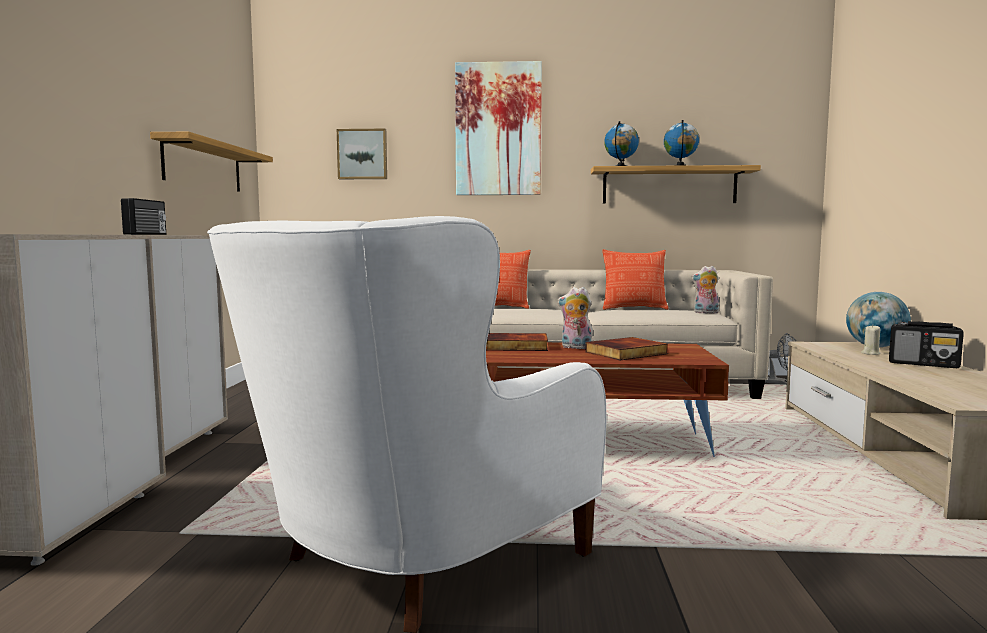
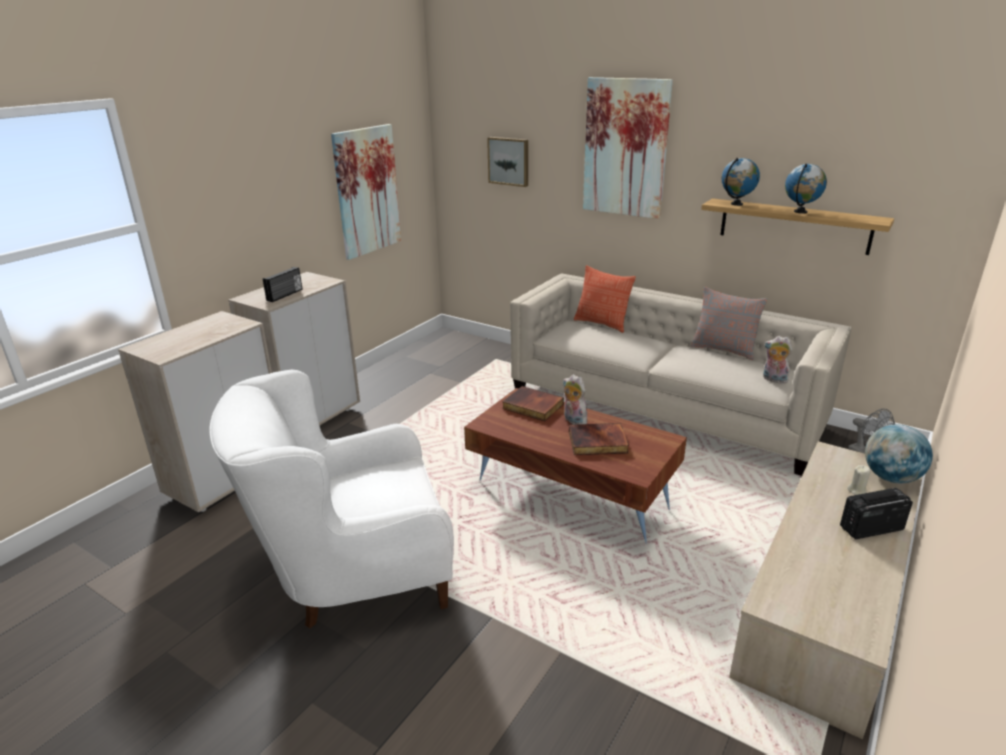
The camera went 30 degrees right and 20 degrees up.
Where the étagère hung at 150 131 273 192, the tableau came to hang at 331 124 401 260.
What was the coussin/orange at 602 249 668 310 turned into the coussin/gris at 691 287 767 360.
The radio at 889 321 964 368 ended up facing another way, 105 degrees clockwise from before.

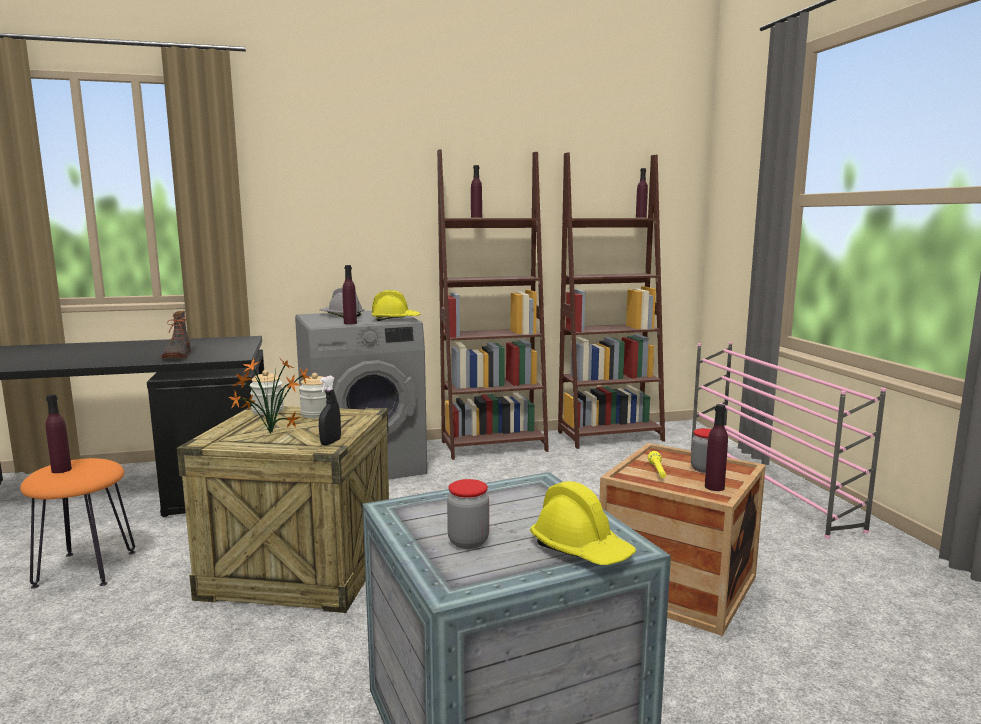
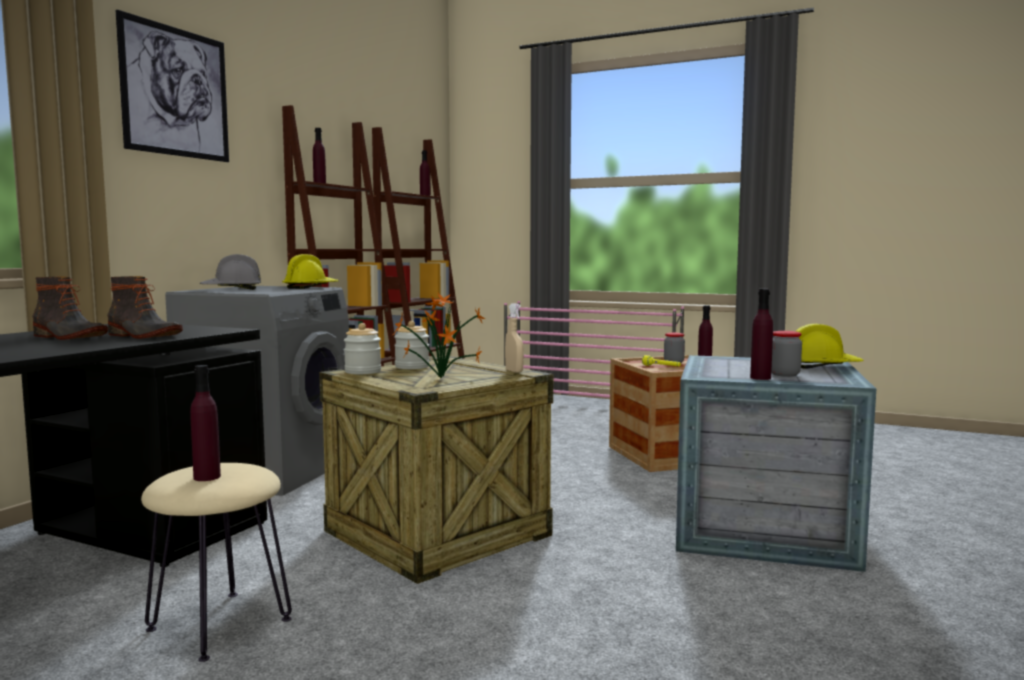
The camera went 50 degrees left and 5 degrees down.
The bouteille/violet ended up elsewhere, having gone from 342 265 357 325 to 750 289 773 380.
What was the vaporisateur/noir at 319 376 341 445 turned into the vaporisateur/beige at 505 303 524 373.
What was the tabouret/orange at 20 458 136 589 turned into the tabouret/beige at 141 463 292 662.
The second view gained the tableau at 116 10 229 162.
The second view gained the botte at 32 276 108 340.

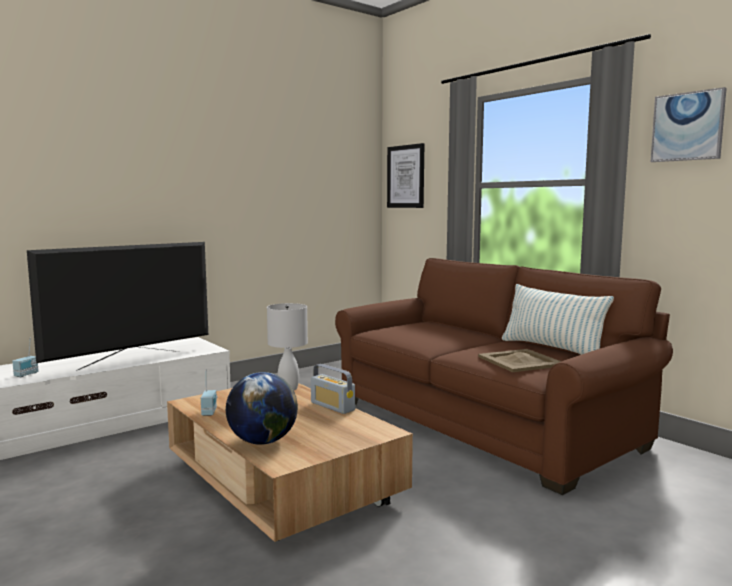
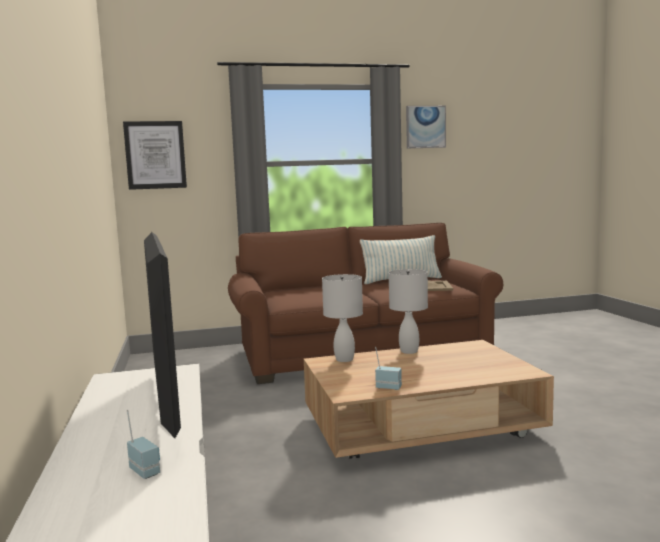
The camera went 65 degrees left and 0 degrees up.
Where the radio stood at 311 364 355 414, the lampe de table/blanc came to stand at 389 269 428 354.
The second view lost the globe at 226 372 298 445.

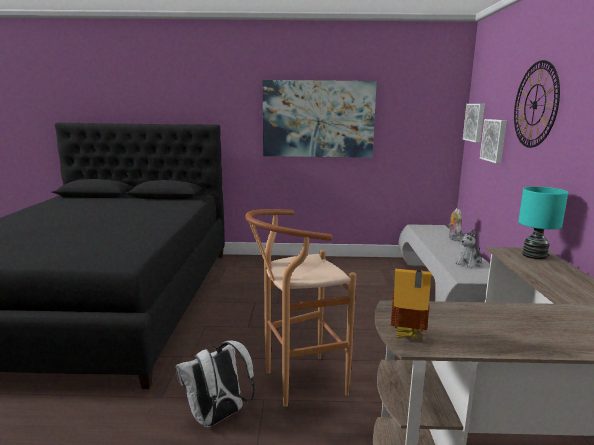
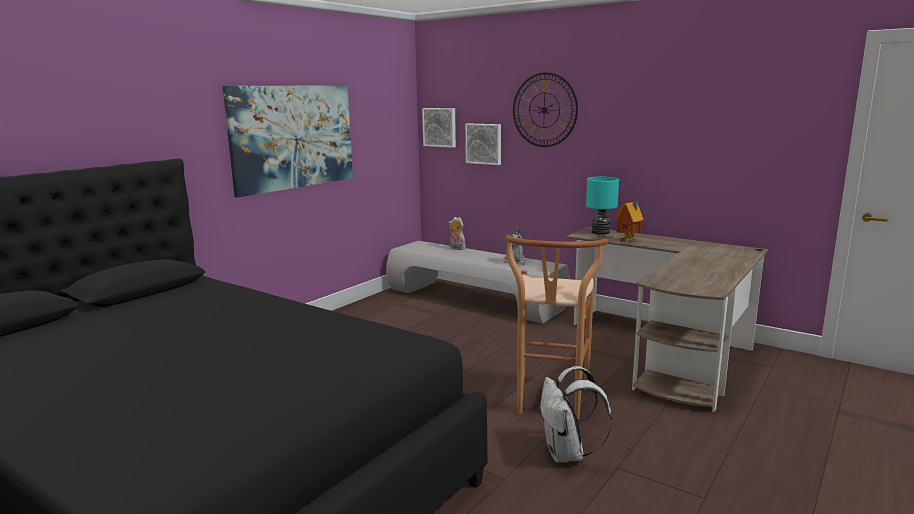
The camera went 55 degrees left and 0 degrees up.
The maison miniature ended up elsewhere, having gone from 391 268 431 341 to 615 201 644 242.

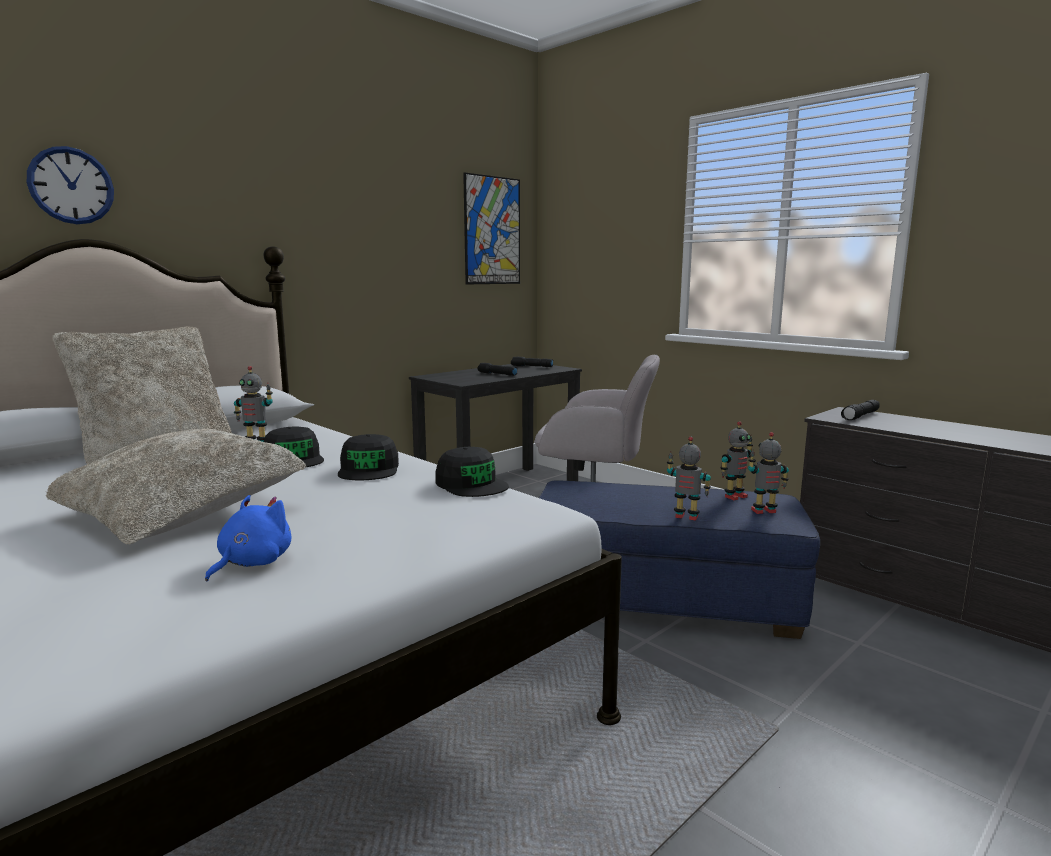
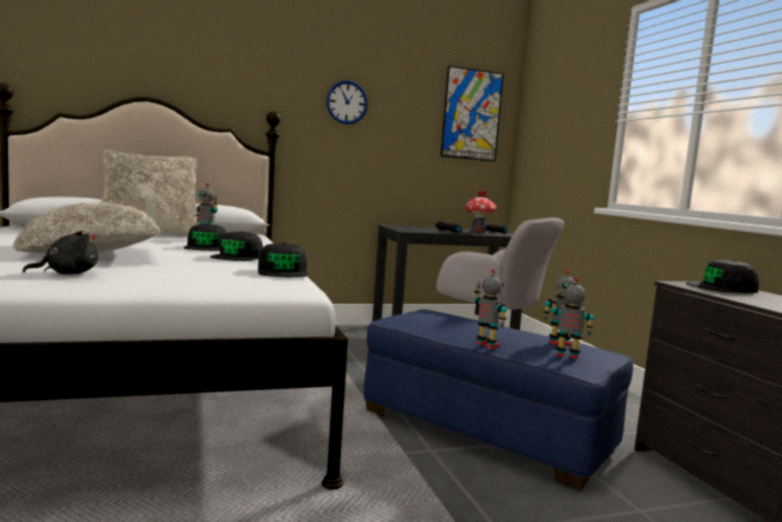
The camera went 25 degrees right and 5 degrees down.
The horloge murale ended up elsewhere, having gone from 27 146 114 224 to 326 80 368 124.
Where the lampe de poche/noir stood at 841 400 880 420, the casquette/noir came to stand at 686 260 759 293.
What was the peluche/bleu at 205 495 291 581 turned into the peluche/noir at 23 231 98 275.
The second view gained the maison miniature at 465 191 496 234.

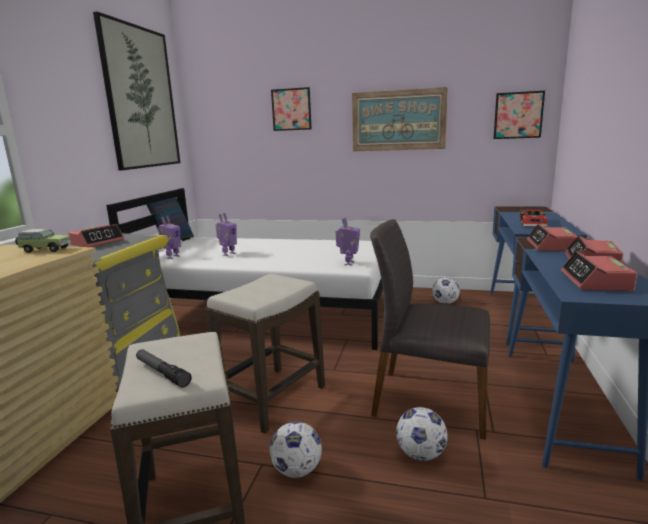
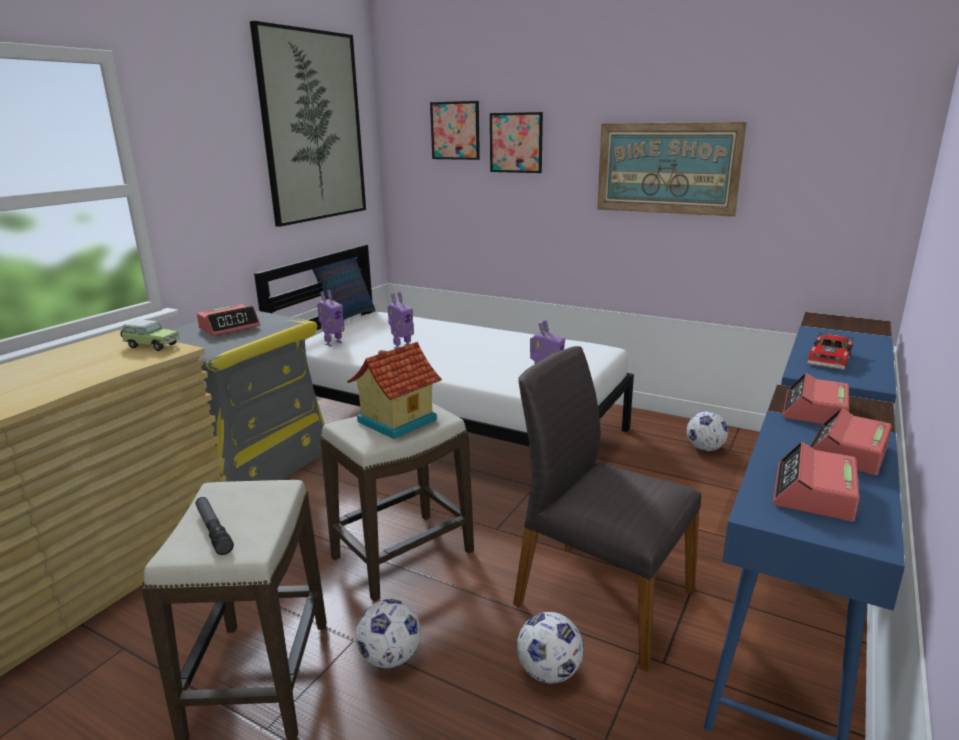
The camera went 15 degrees right and 5 degrees up.
The tableau ended up elsewhere, having gone from 494 91 545 139 to 430 101 480 160.
The second view gained the maison miniature at 347 342 442 439.

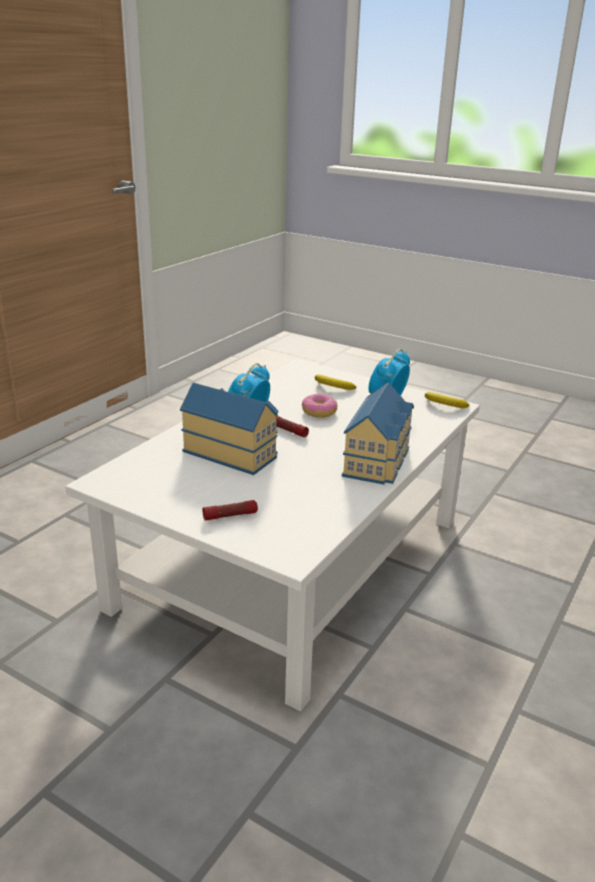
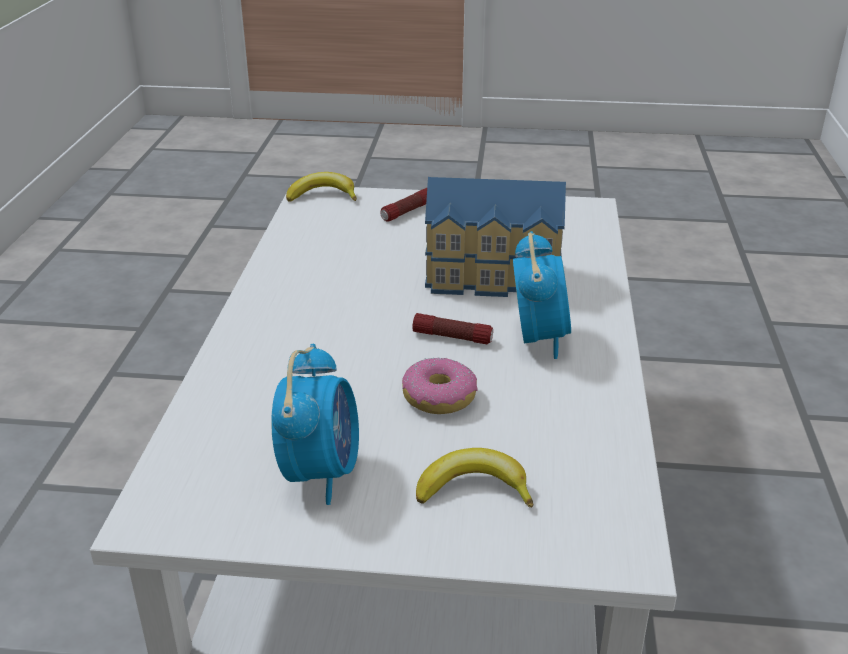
The camera went 155 degrees right and 5 degrees up.
The second view lost the maison miniature at 342 382 414 485.
The banane ended up elsewhere, having gone from 425 392 469 408 to 286 172 357 202.

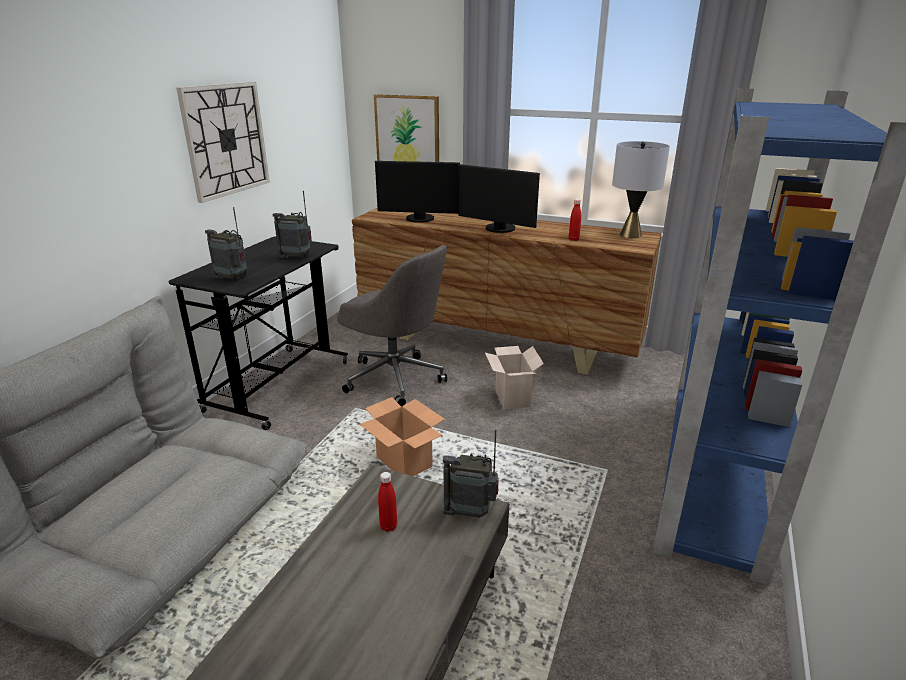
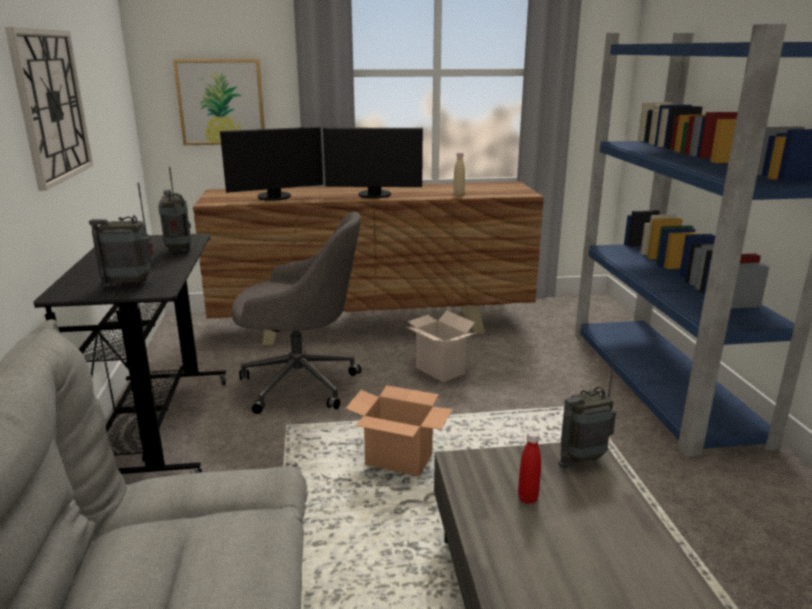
The camera went 30 degrees left and 5 degrees down.
The second view lost the lampe de table/gris at 612 141 670 238.
The radio at 273 191 312 259 ended up facing another way, 90 degrees clockwise from before.
What was the bouteille/rouge at 569 199 581 241 turned into the bouteille/beige at 453 152 465 196.

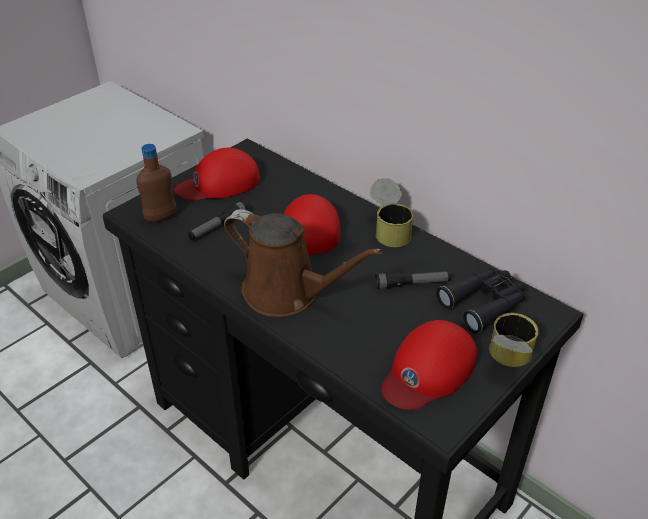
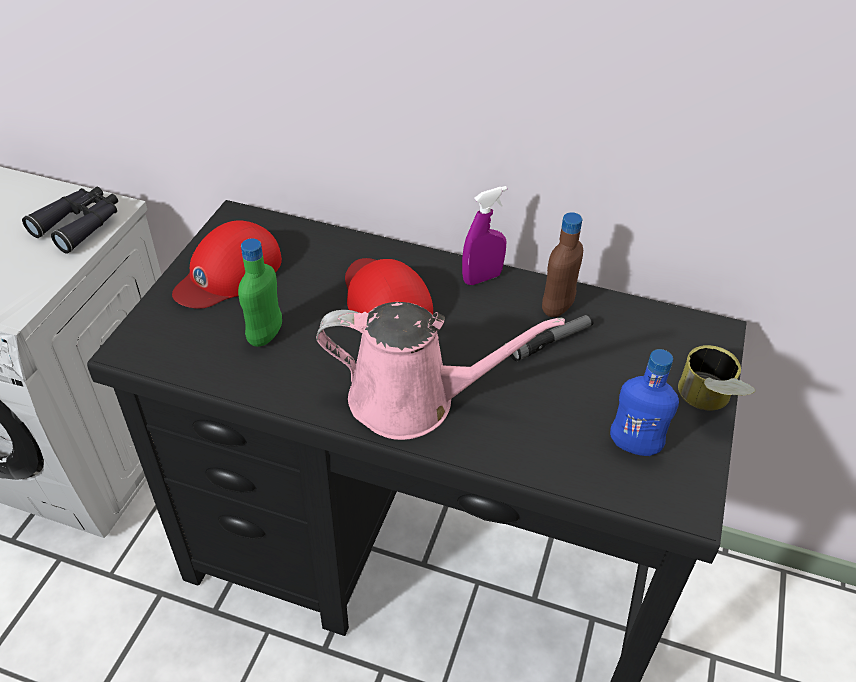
The camera went 25 degrees left and 5 degrees up.
The bouteille/marron ended up elsewhere, having gone from 136 144 177 223 to 542 212 583 317.
Where the boîte métallique stood at 370 179 414 247, the vaporisateur/violet came to stand at 462 186 507 285.
Where the lampe de poche stood at 188 201 248 240, the bouteille/vert came to stand at 238 238 282 347.
What was the arrosoir/marron at 224 209 383 317 turned into the arrosoir/rose at 316 302 565 440.
The jumelles/noir ended up elsewhere, having gone from 436 268 525 333 to 22 187 118 254.
Where the casquette/rouge stood at 381 320 477 410, the bouteille/bleu came to stand at 610 349 679 456.

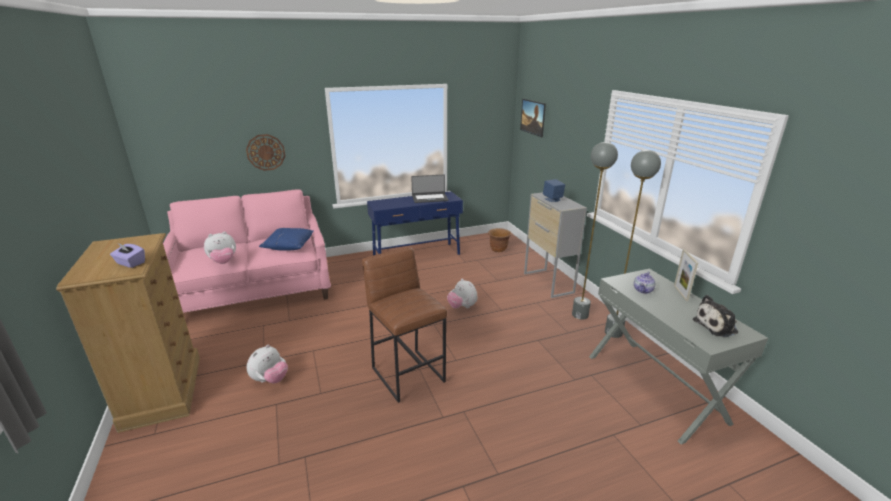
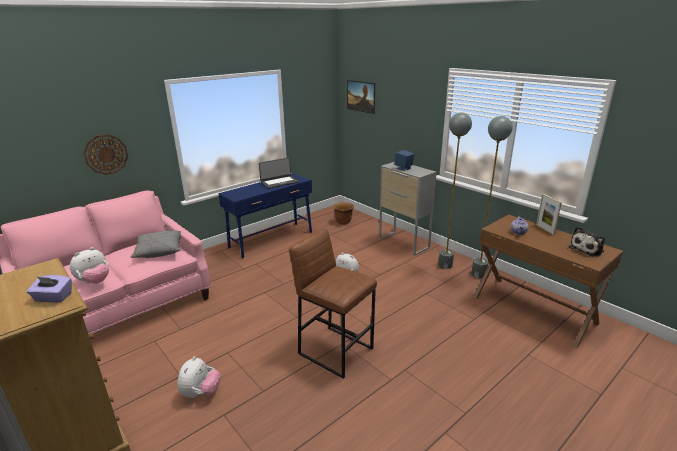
The camera went 20 degrees left and 0 degrees up.
What was the coussin/bleu at 259 228 313 251 turned into the coussin/gris at 131 230 181 258.
What was the table console/gris at 589 269 768 444 turned into the table console/marron at 473 215 623 348.

